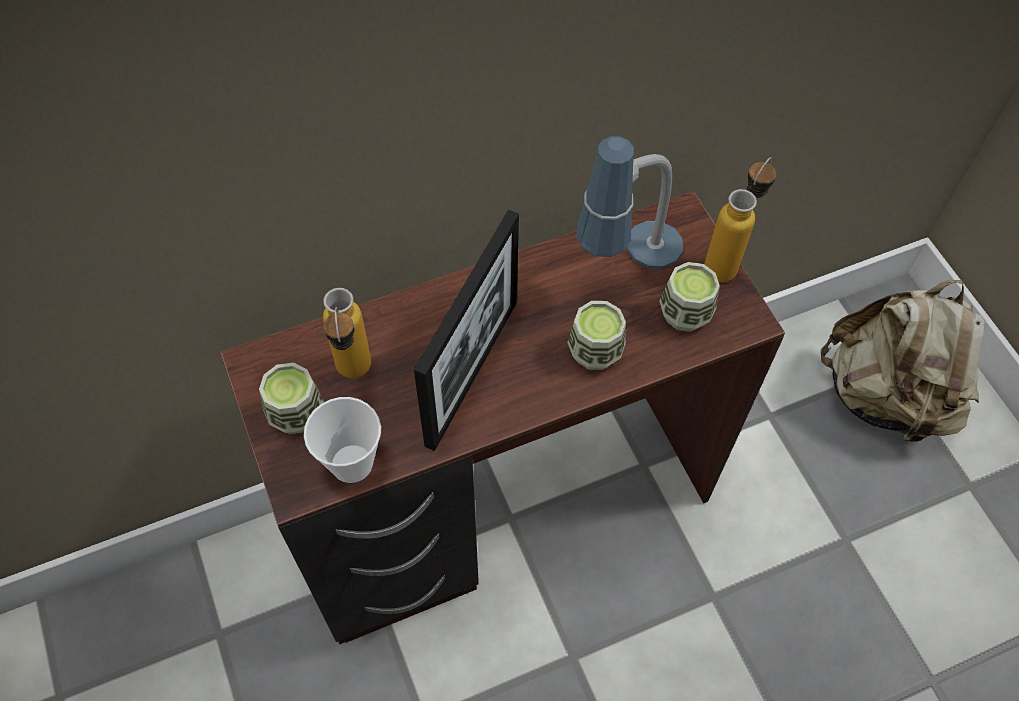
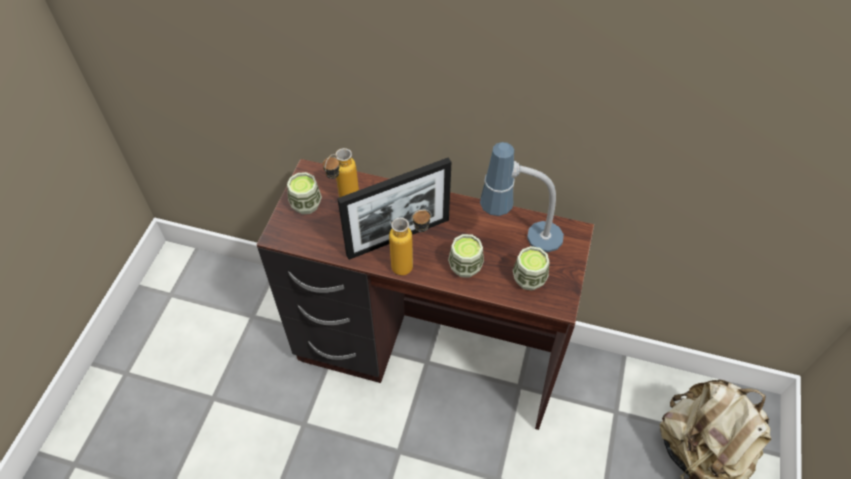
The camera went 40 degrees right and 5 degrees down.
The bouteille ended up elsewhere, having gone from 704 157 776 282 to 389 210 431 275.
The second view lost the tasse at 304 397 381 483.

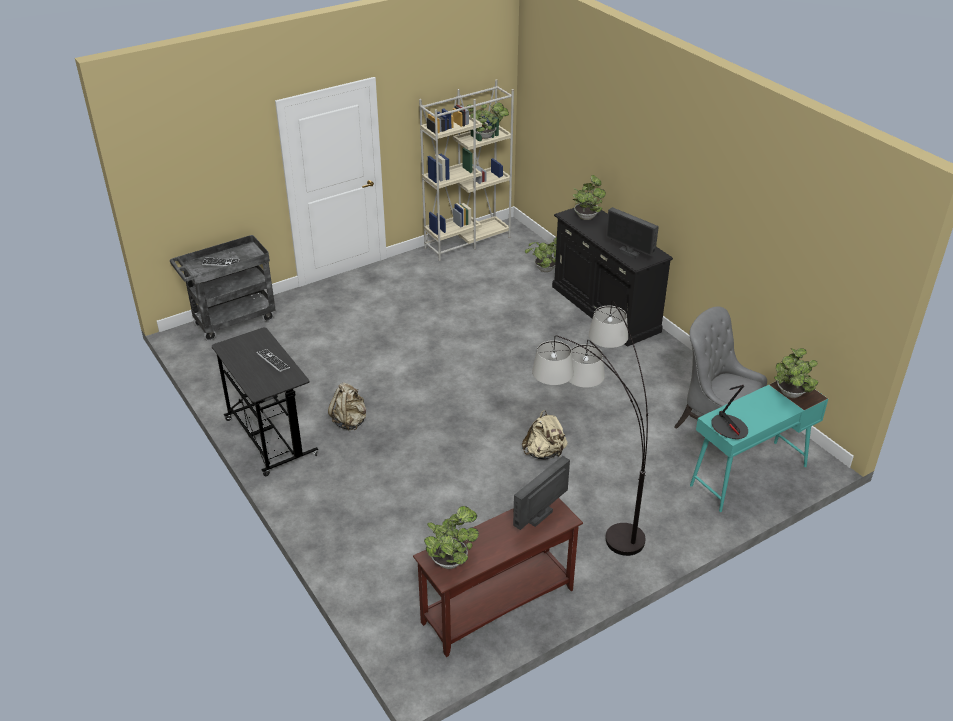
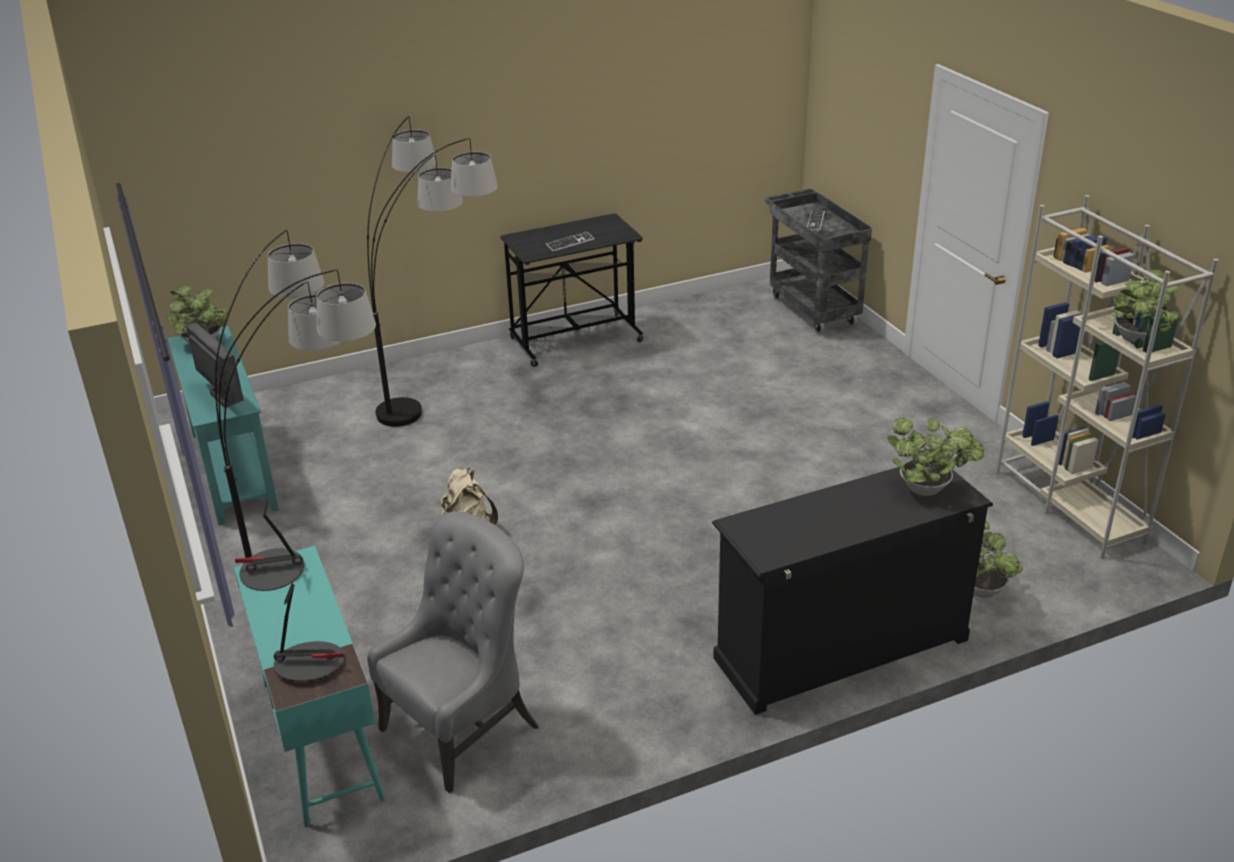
The camera went 100 degrees right and 5 degrees down.
The second view lost the écran d'ordinateur at 606 207 659 259.
Where the plante en pot stood at 774 348 818 398, the lampe de table came to stand at 274 582 345 681.
The second view lost the sac à dos/beige at 328 383 366 431.
What was the table console/marron at 413 498 583 657 turned into the table console/turquoise at 167 326 279 525.
The second view gained the lampadaire at 367 116 498 427.

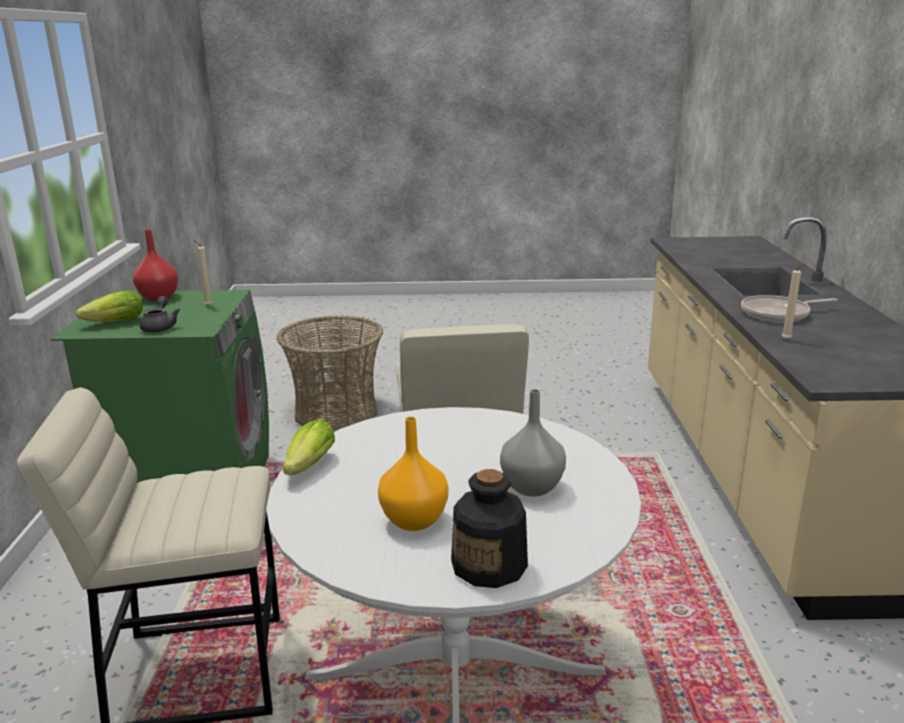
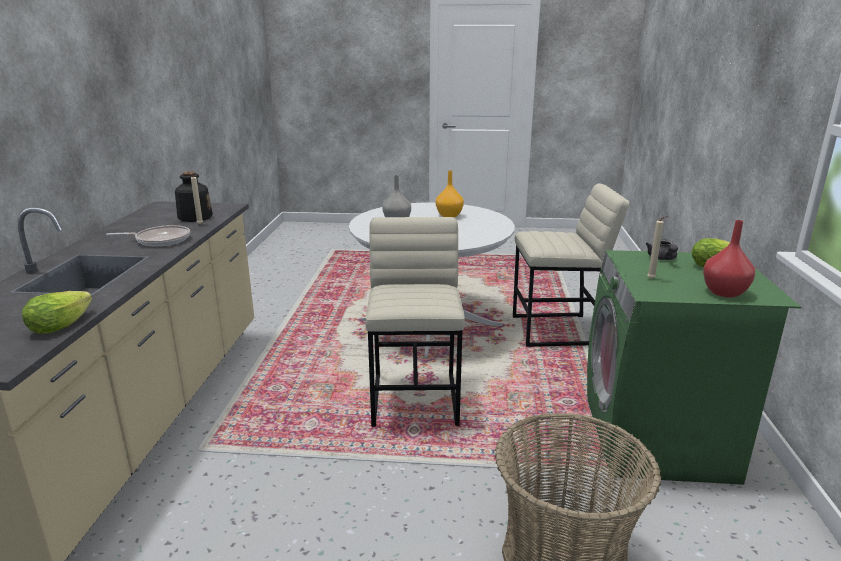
The camera went 175 degrees left and 0 degrees up.
The laitue ended up elsewhere, having gone from 283 419 335 475 to 22 291 92 334.
The bouteille ended up elsewhere, having gone from 451 469 528 588 to 175 172 213 222.

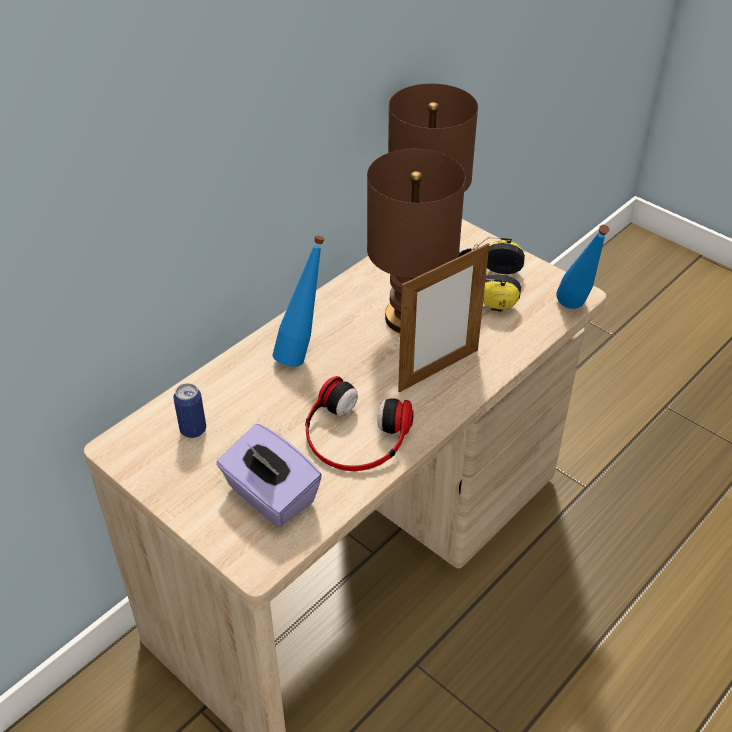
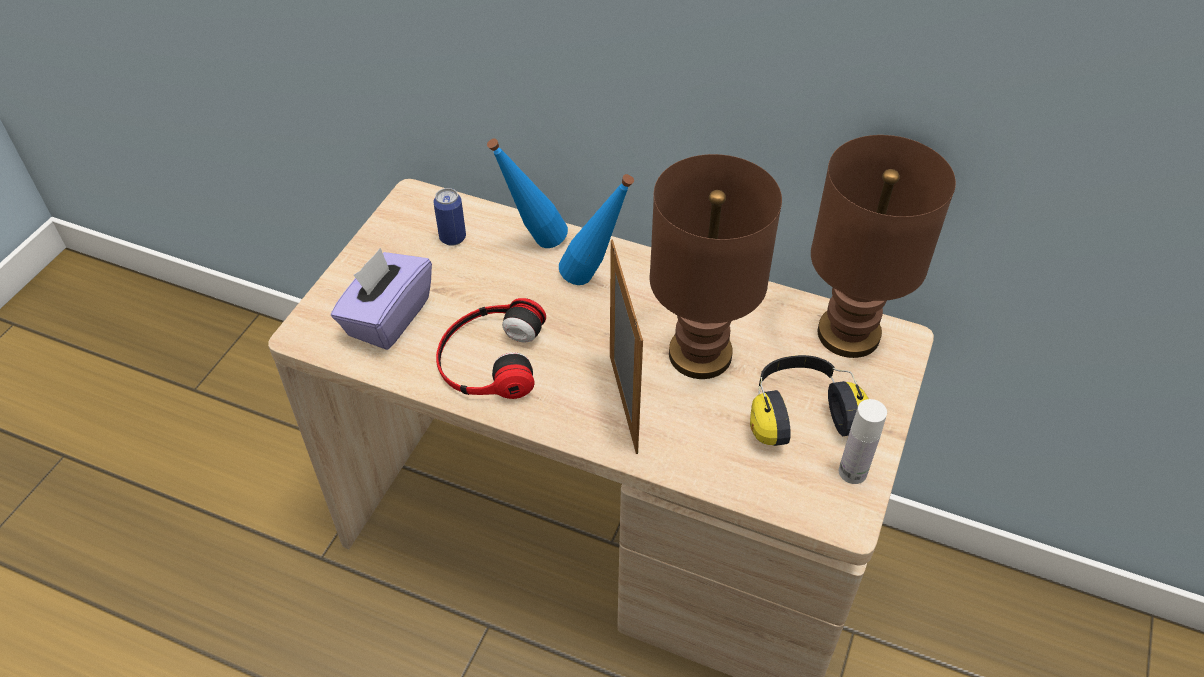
The camera went 70 degrees right and 5 degrees up.
The bouteille/bleu ended up elsewhere, having gone from 556 225 609 309 to 487 139 568 248.
The cadre photo at 398 243 489 393 ended up facing another way, 135 degrees counterclockwise from before.
The second view gained the bouteille/blanc at 839 399 887 484.

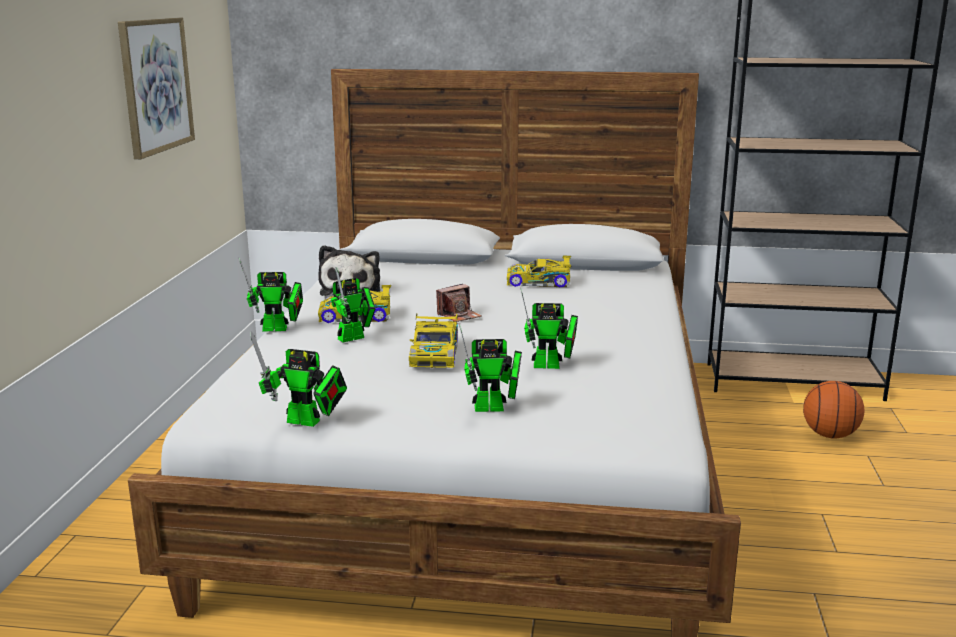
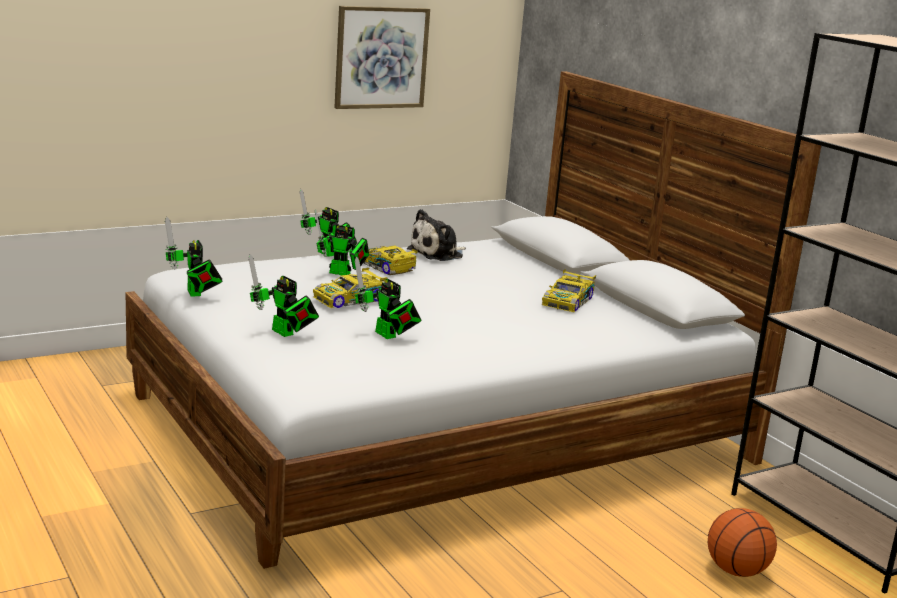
The camera went 50 degrees right and 0 degrees up.
The petite voiture at 507 255 572 288 ended up facing another way, 120 degrees counterclockwise from before.
The second view lost the appareil photo at 436 284 481 322.

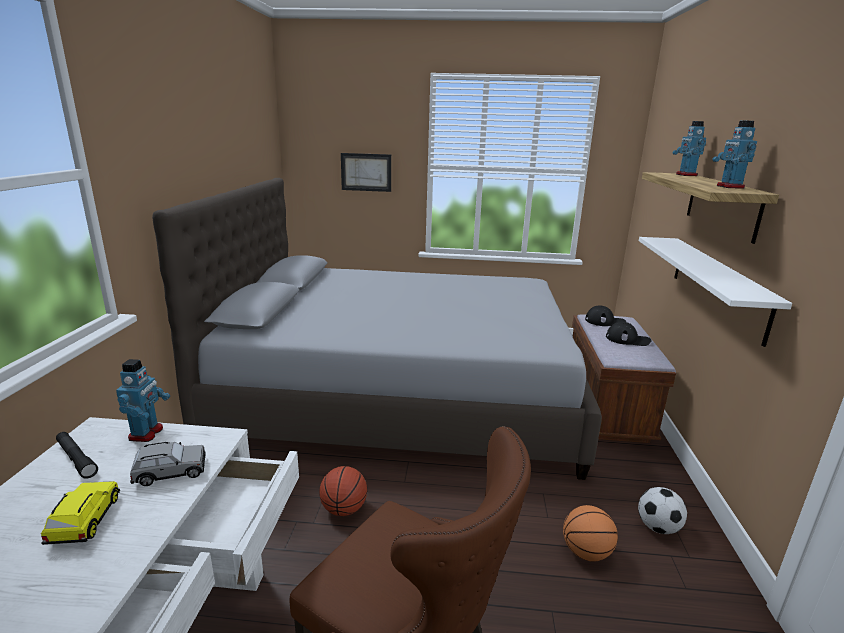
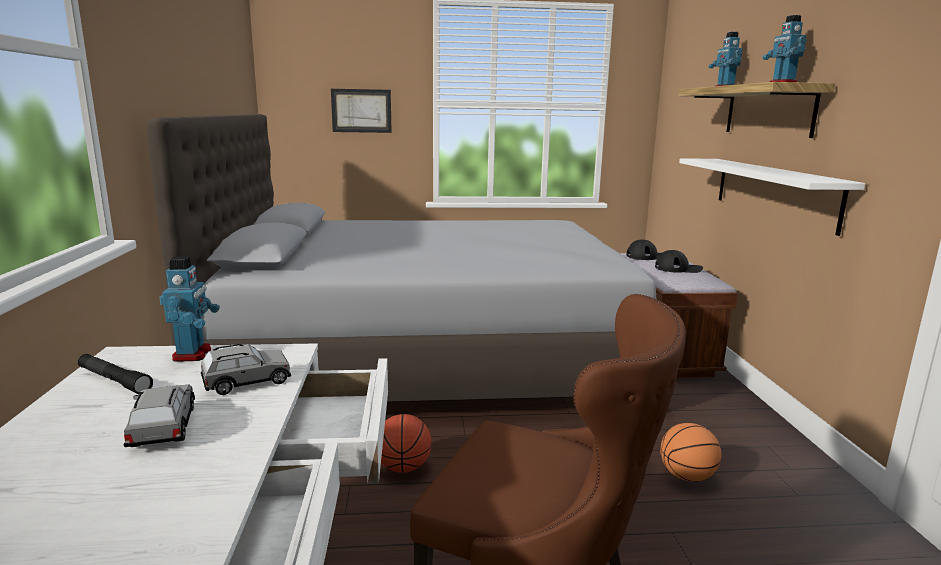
The camera went 10 degrees left and 5 degrees down.
What was the petite voiture/jaune at 41 481 120 545 turned into the petite voiture/gris at 124 385 195 447.
The second view lost the ballon de foot at 638 487 687 534.

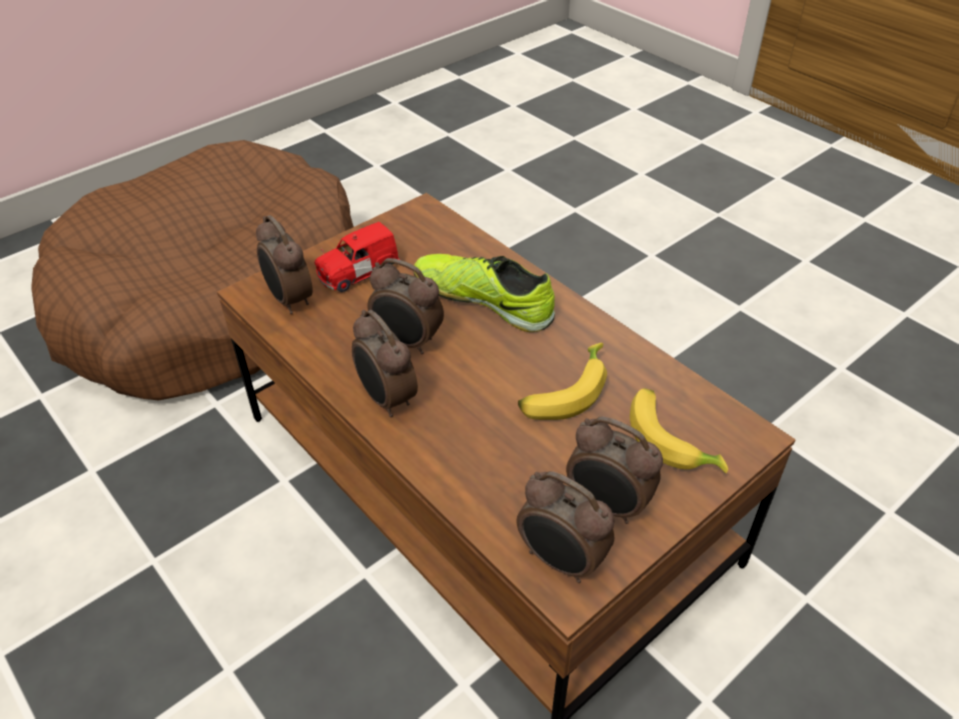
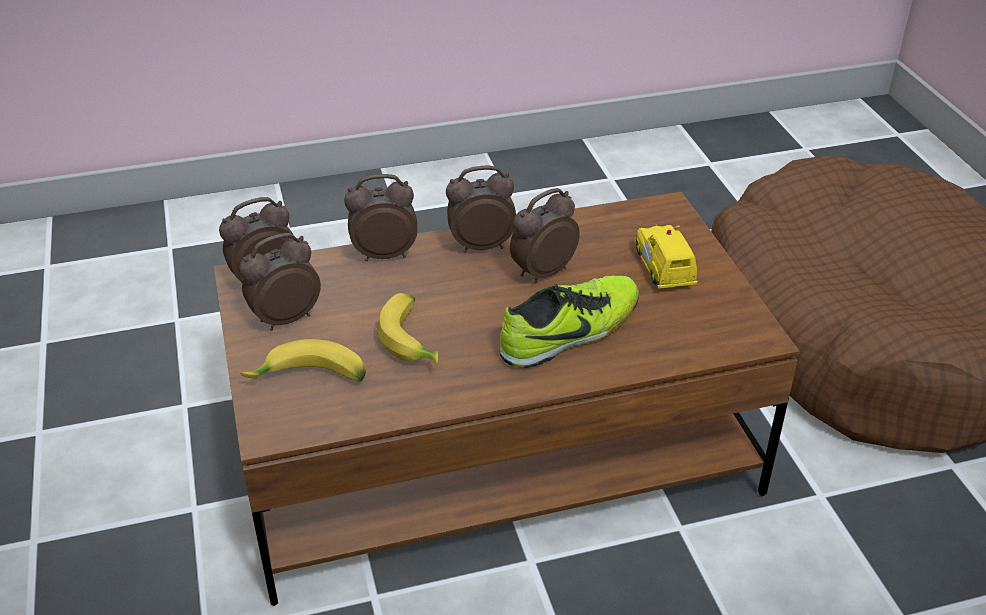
The camera went 115 degrees right and 5 degrees down.
The réveil ended up elsewhere, having gone from 256 215 313 314 to 344 174 417 261.
What was the petite voiture/rouge at 315 222 399 292 turned into the petite voiture/jaune at 635 225 698 289.

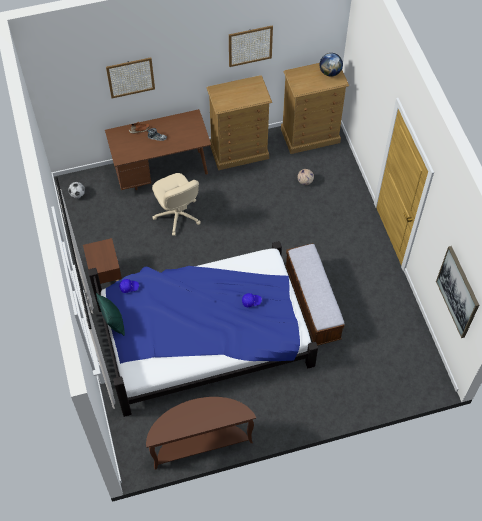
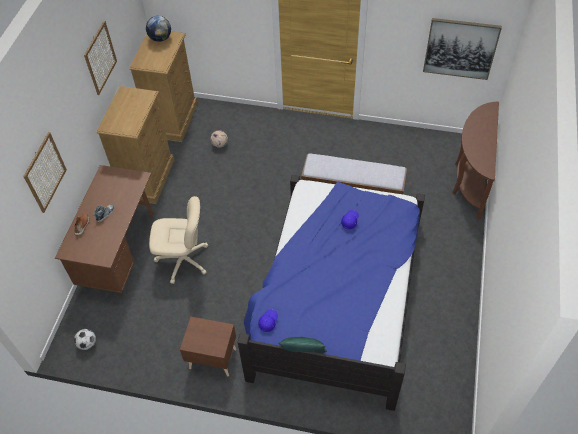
The camera went 60 degrees left and 5 degrees down.
The table console/marron ended up elsewhere, having gone from 146 397 256 470 to 453 102 499 219.

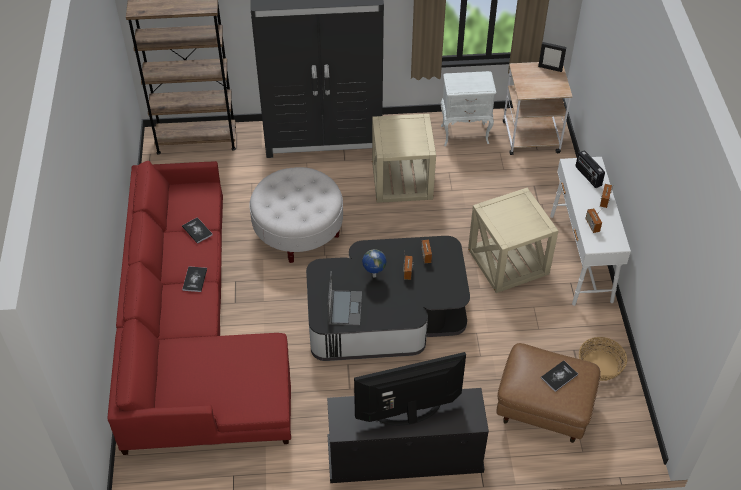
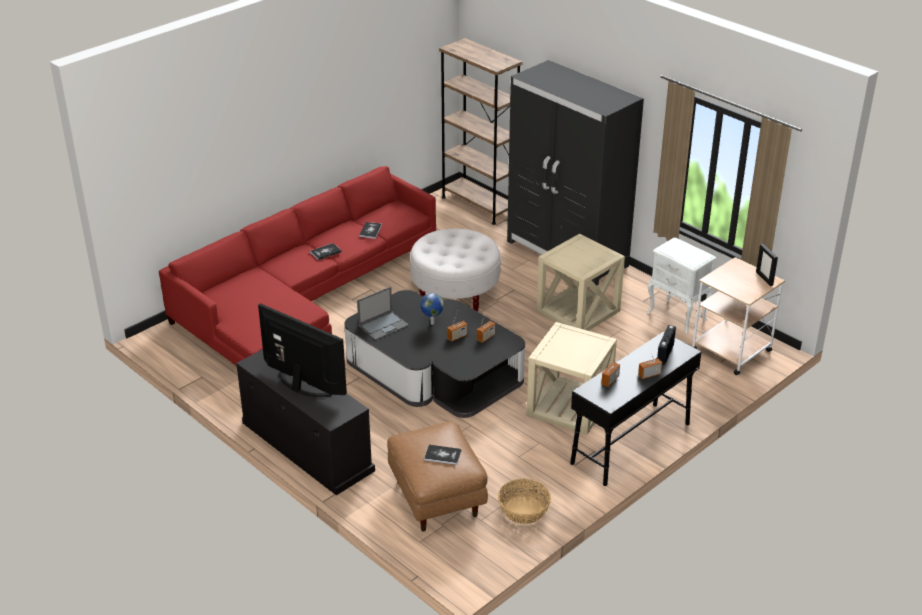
The camera went 50 degrees right and 15 degrees down.
What was the table console/blanc at 550 157 631 306 turned into the table console/noir at 570 332 702 486.

